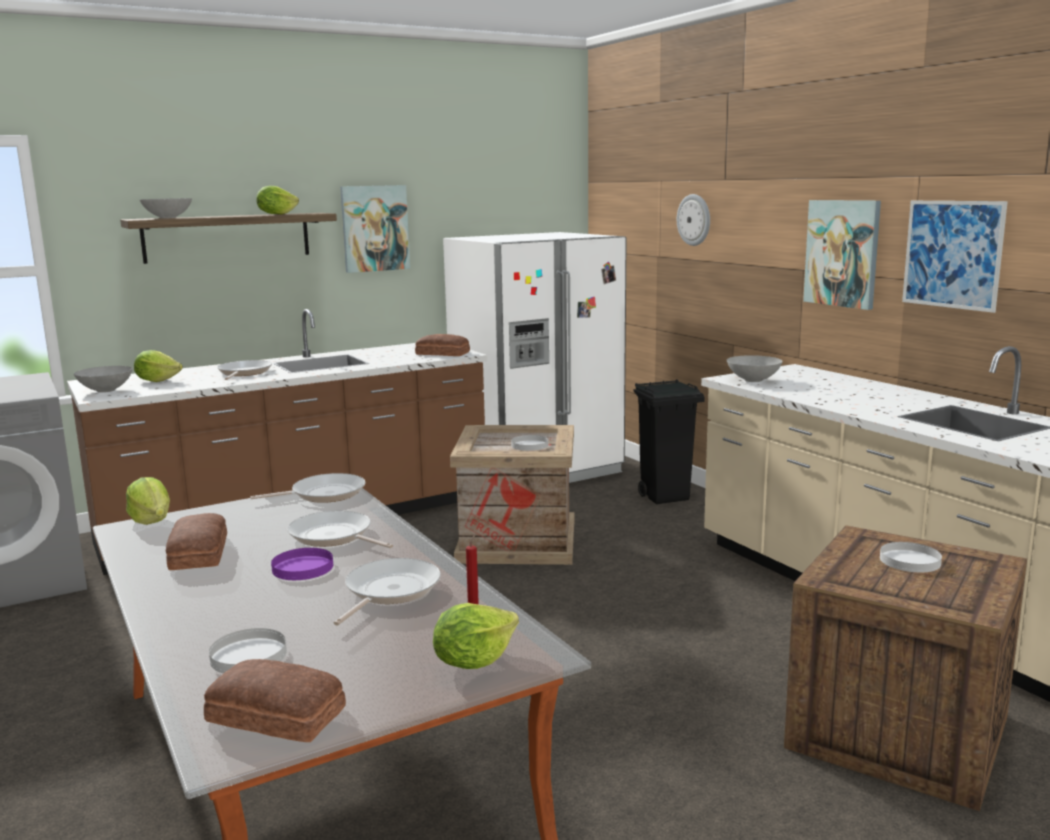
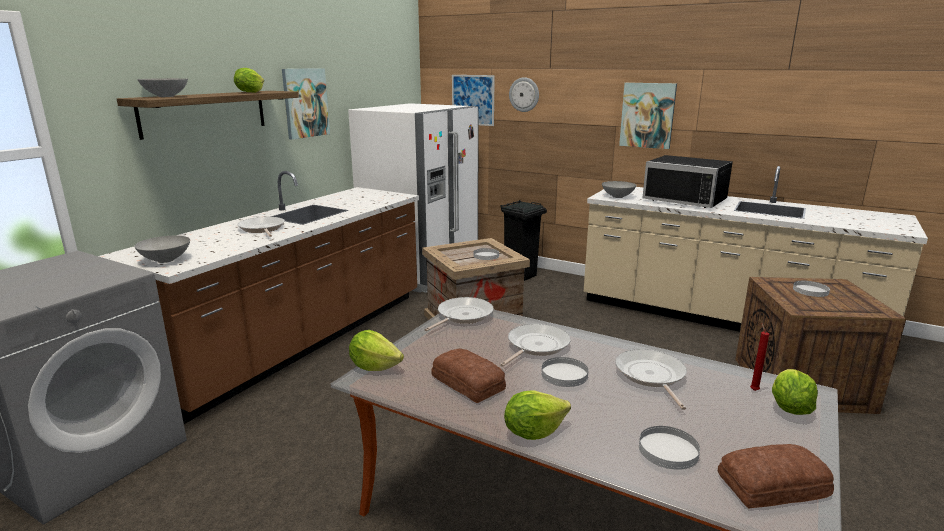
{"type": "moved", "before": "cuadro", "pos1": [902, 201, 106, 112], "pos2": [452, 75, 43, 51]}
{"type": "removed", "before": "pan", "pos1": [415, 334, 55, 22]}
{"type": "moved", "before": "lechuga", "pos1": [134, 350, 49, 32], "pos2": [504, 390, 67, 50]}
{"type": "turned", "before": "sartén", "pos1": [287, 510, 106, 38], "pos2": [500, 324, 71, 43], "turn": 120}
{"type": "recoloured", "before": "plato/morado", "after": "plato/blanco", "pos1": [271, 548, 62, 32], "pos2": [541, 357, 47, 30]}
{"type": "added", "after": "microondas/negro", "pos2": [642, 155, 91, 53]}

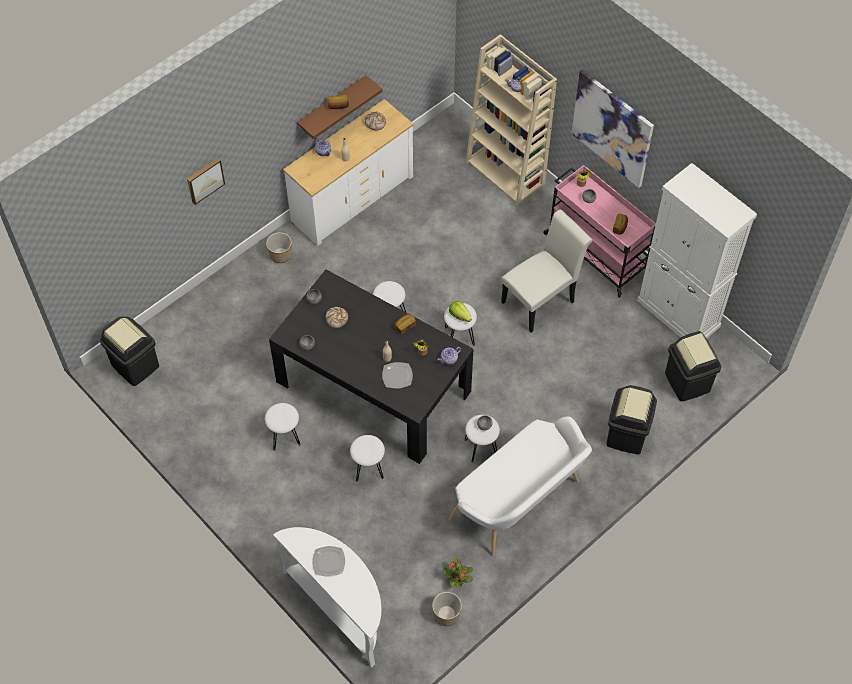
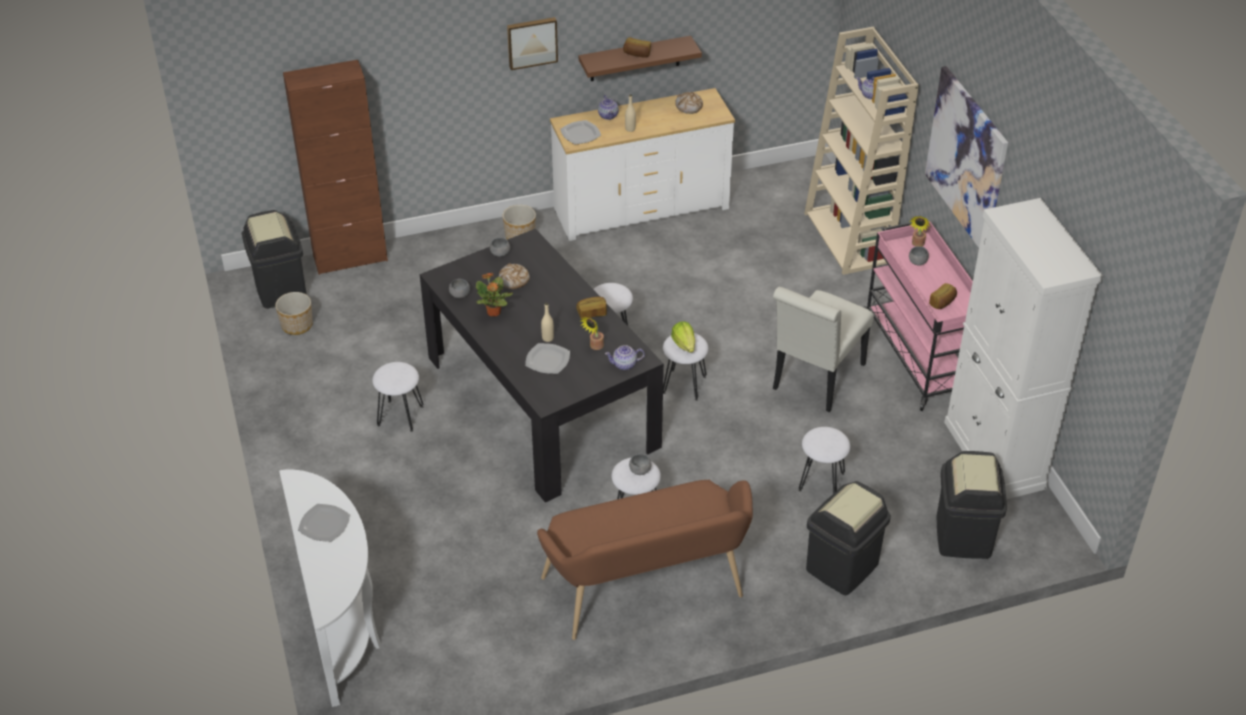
{"type": "moved", "before": "cuadro", "pos1": [187, 158, 38, 47], "pos2": [507, 17, 51, 53]}
{"type": "turned", "before": "silla/blanco", "pos1": [501, 210, 92, 122], "pos2": [773, 287, 101, 125], "turn": 135}
{"type": "recoloured", "before": "banco/blanco", "after": "banco/marrón", "pos1": [448, 416, 144, 140], "pos2": [537, 480, 216, 160]}
{"type": "moved", "before": "taburete/blanco", "pos1": [350, 435, 35, 47], "pos2": [798, 427, 52, 67]}
{"type": "moved", "before": "planta en maceta", "pos1": [443, 558, 30, 30], "pos2": [476, 273, 37, 43]}
{"type": "moved", "before": "maceta", "pos1": [432, 592, 30, 34], "pos2": [275, 292, 38, 43]}
{"type": "added", "after": "armario/marrón", "pos2": [283, 60, 105, 215]}
{"type": "added", "after": "plato", "pos2": [560, 120, 41, 25]}

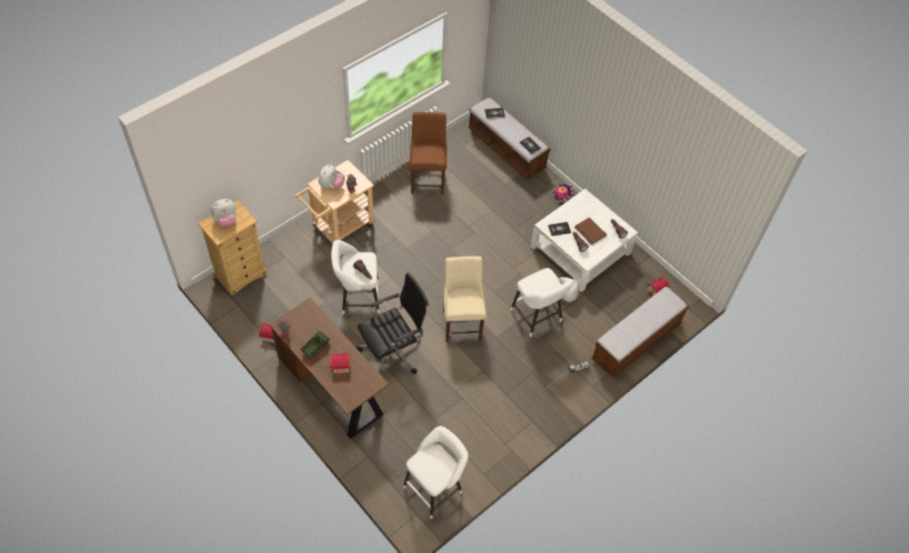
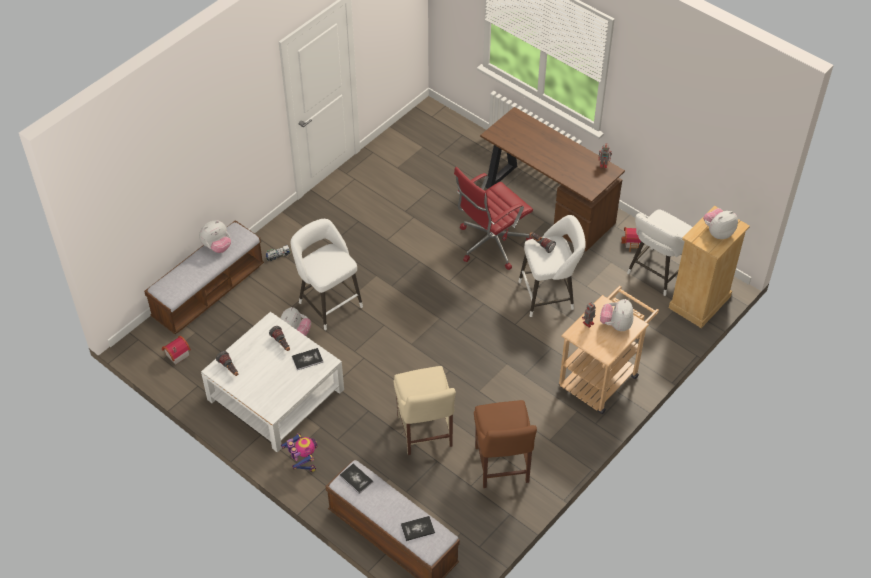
{"type": "removed", "before": "libro/marrón", "pos1": [575, 217, 32, 28]}
{"type": "moved", "before": "silla/beis", "pos1": [443, 256, 43, 86], "pos2": [394, 366, 62, 89]}
{"type": "recoloured", "before": "silla de oficina/negro", "after": "silla de oficina/rojo", "pos1": [357, 273, 72, 101], "pos2": [454, 167, 79, 103]}
{"type": "removed", "before": "camión de juguete", "pos1": [301, 331, 29, 27]}
{"type": "removed", "before": "casita", "pos1": [329, 351, 22, 26]}
{"type": "moved", "before": "taburete/blanco", "pos1": [403, 426, 65, 93], "pos2": [627, 210, 66, 86]}
{"type": "added", "after": "peluche", "pos2": [199, 220, 32, 33]}

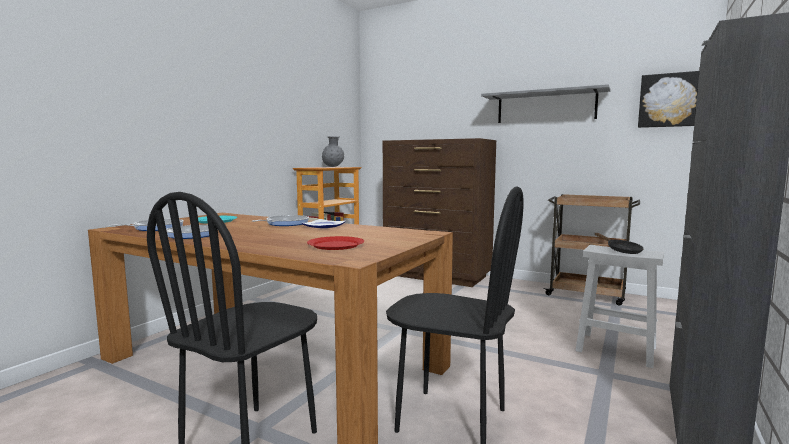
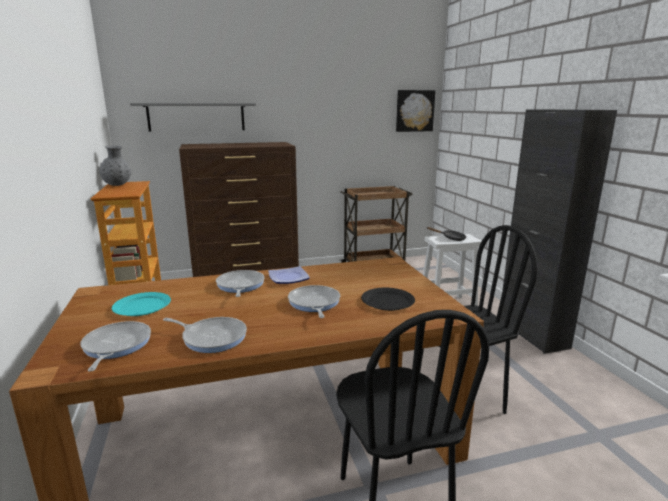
{"type": "moved", "before": "estante/gris", "pos1": [481, 84, 130, 39], "pos2": [130, 103, 126, 29]}
{"type": "recoloured", "before": "plato/rojo", "after": "plato/negro", "pos1": [307, 236, 57, 14], "pos2": [361, 288, 54, 23]}
{"type": "added", "after": "sartén", "pos2": [288, 285, 52, 33]}

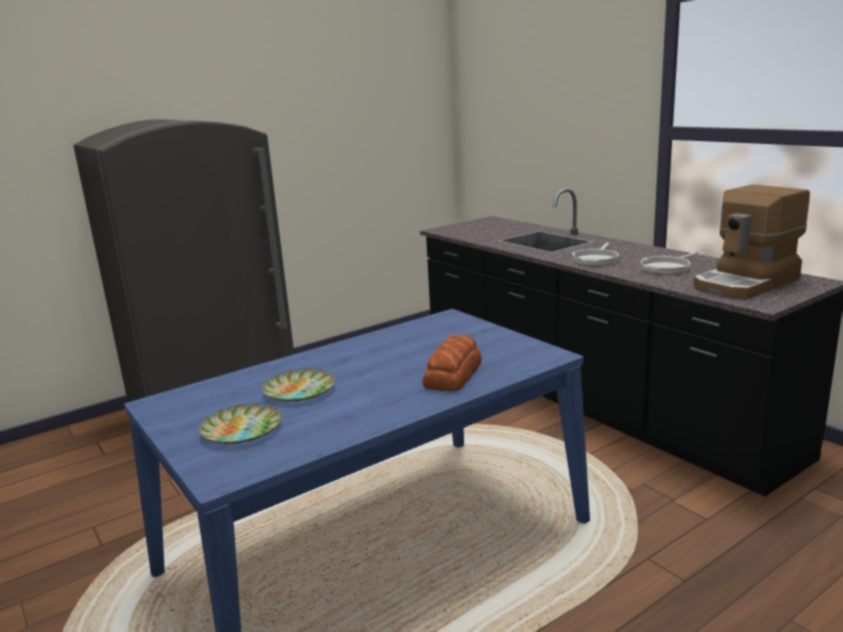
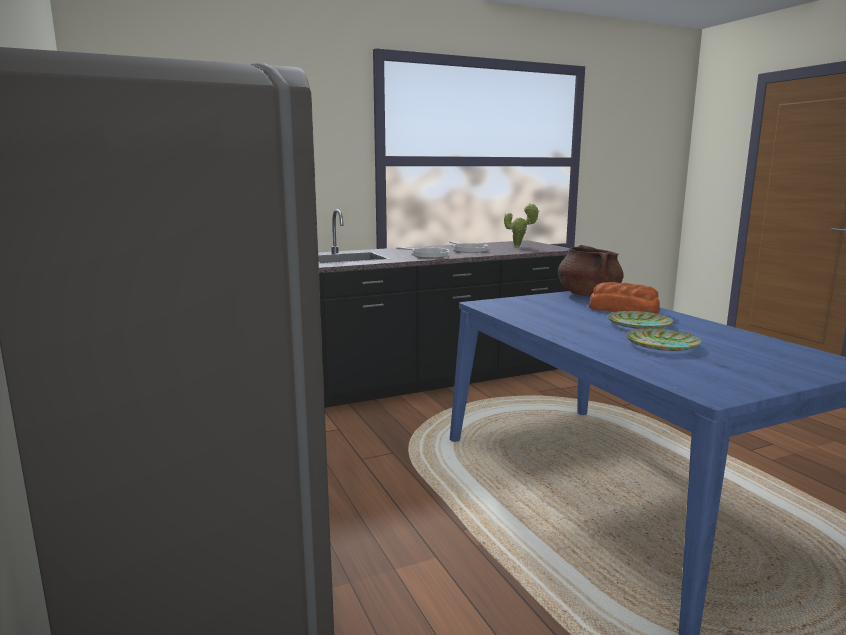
{"type": "replaced", "before": "cafetera", "after": "planta en maceta", "pos1": [693, 185, 117, 114], "pos2": [504, 203, 36, 44]}
{"type": "moved", "before": "plato", "pos1": [199, 404, 82, 40], "pos2": [608, 311, 65, 18]}
{"type": "added", "after": "olla/marrón", "pos2": [558, 245, 66, 51]}

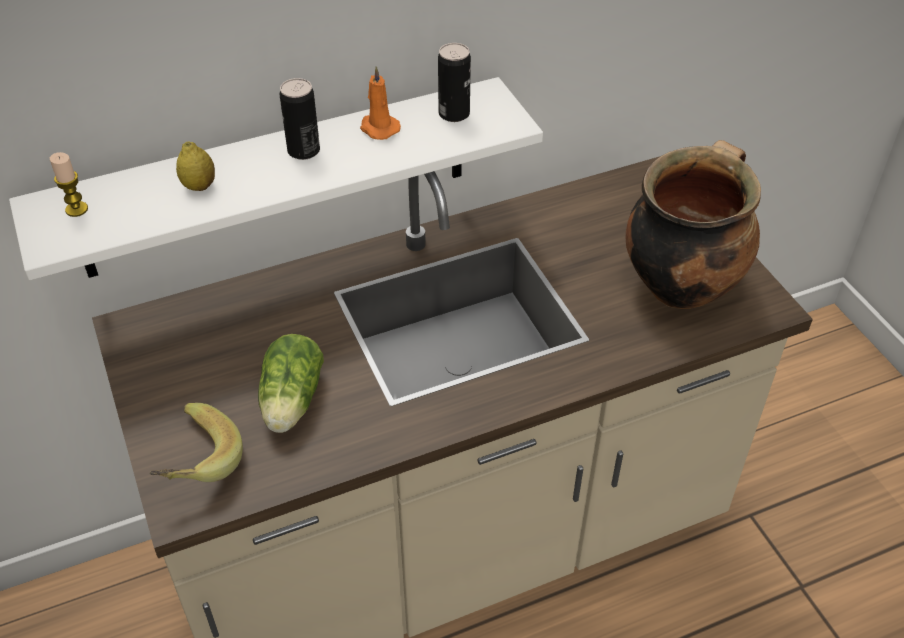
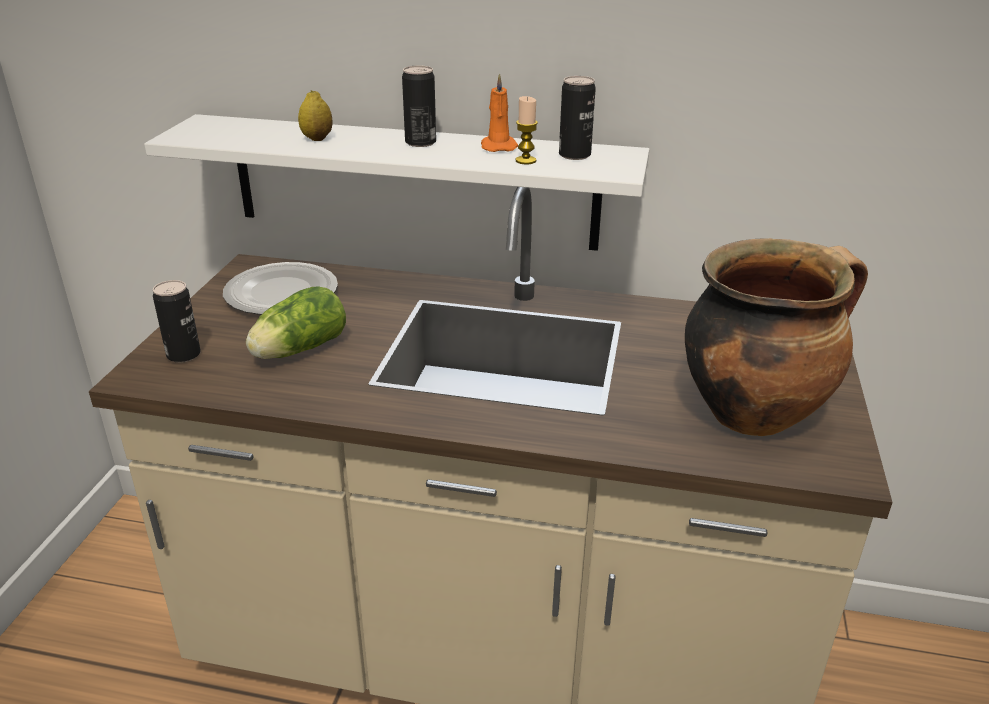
{"type": "moved", "before": "vela", "pos1": [50, 152, 38, 65], "pos2": [516, 96, 22, 68]}
{"type": "replaced", "before": "plátano", "after": "lata", "pos1": [150, 403, 93, 79], "pos2": [153, 280, 48, 83]}
{"type": "added", "after": "plato", "pos2": [223, 262, 115, 53]}

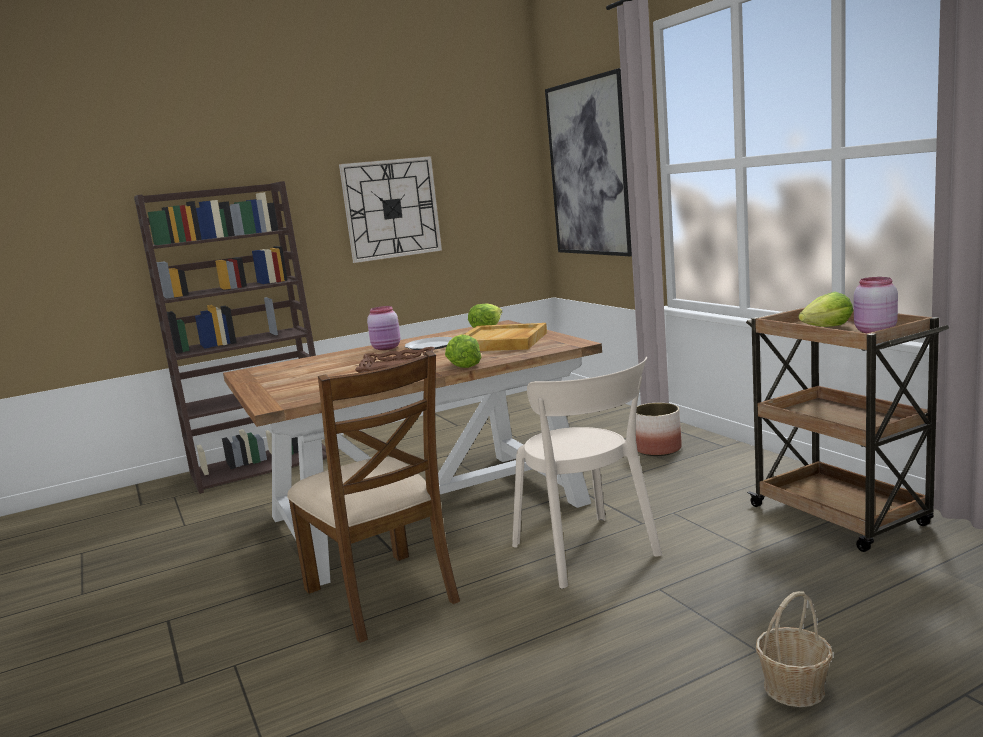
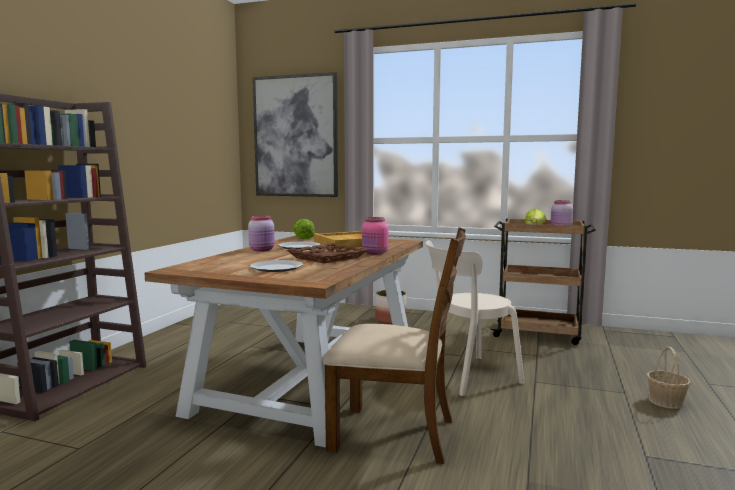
{"type": "removed", "before": "reloj de pared", "pos1": [339, 156, 103, 107]}
{"type": "replaced", "before": "lechuga", "after": "tarro/rosa", "pos1": [445, 334, 36, 34], "pos2": [362, 217, 27, 38]}
{"type": "turned", "before": "silla/beis", "pos1": [512, 357, 150, 232], "pos2": [426, 240, 99, 156], "turn": 135}
{"type": "added", "after": "plato", "pos2": [250, 260, 53, 12]}

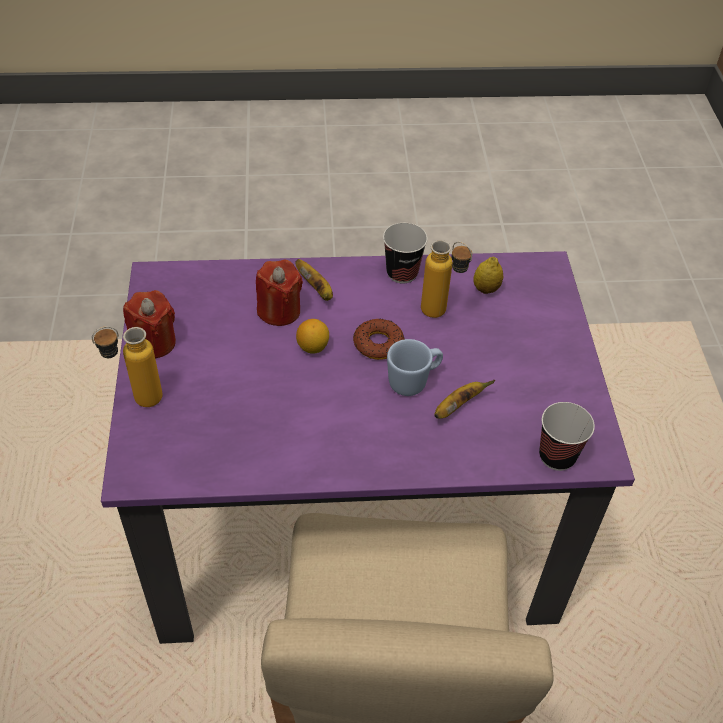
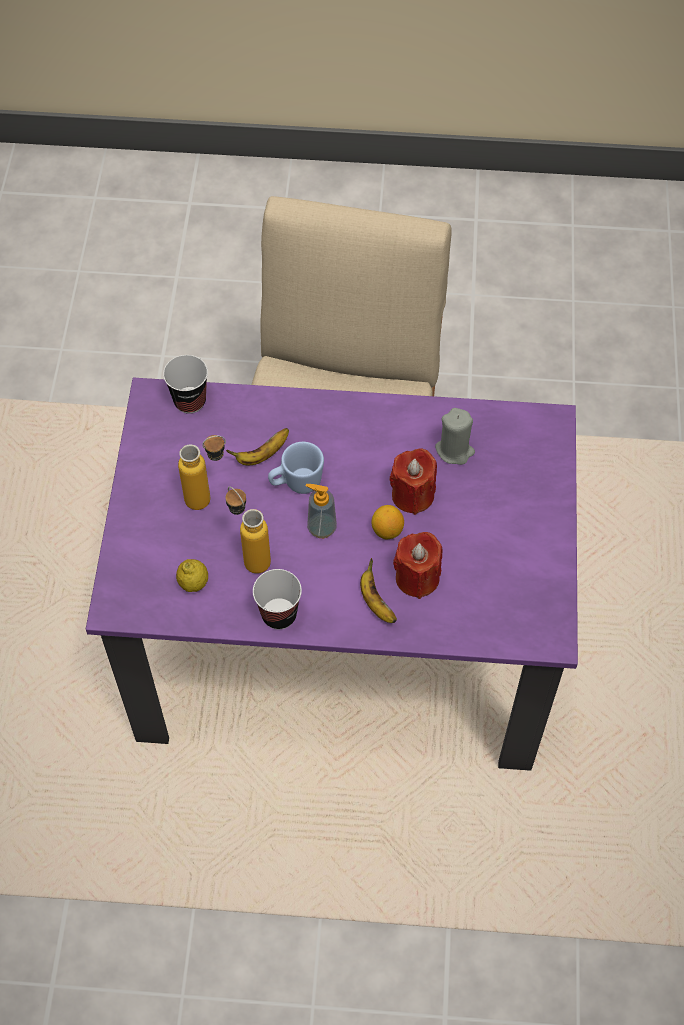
{"type": "moved", "before": "vela/rojo", "pos1": [123, 290, 53, 69], "pos2": [390, 448, 47, 67]}
{"type": "replaced", "before": "rosquilla", "after": "dispensador de jabón", "pos1": [353, 318, 52, 42], "pos2": [306, 484, 31, 54]}
{"type": "moved", "before": "botella", "pos1": [92, 326, 71, 81], "pos2": [178, 435, 48, 75]}
{"type": "added", "after": "vela/gris", "pos2": [435, 408, 40, 57]}

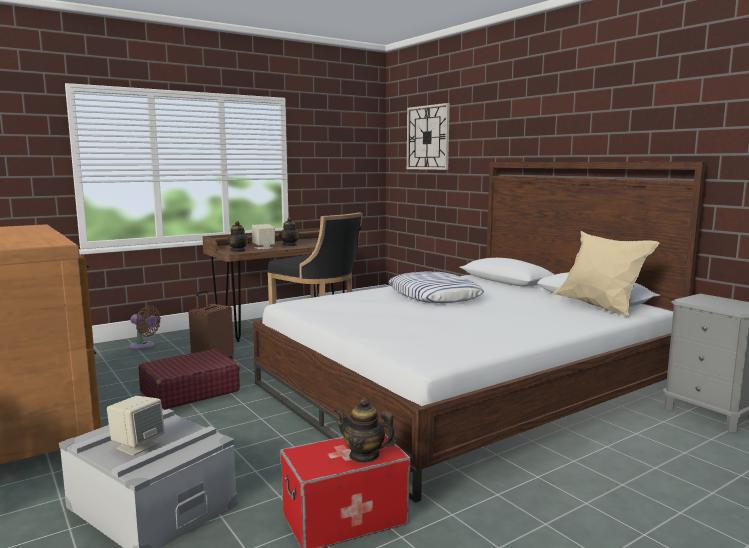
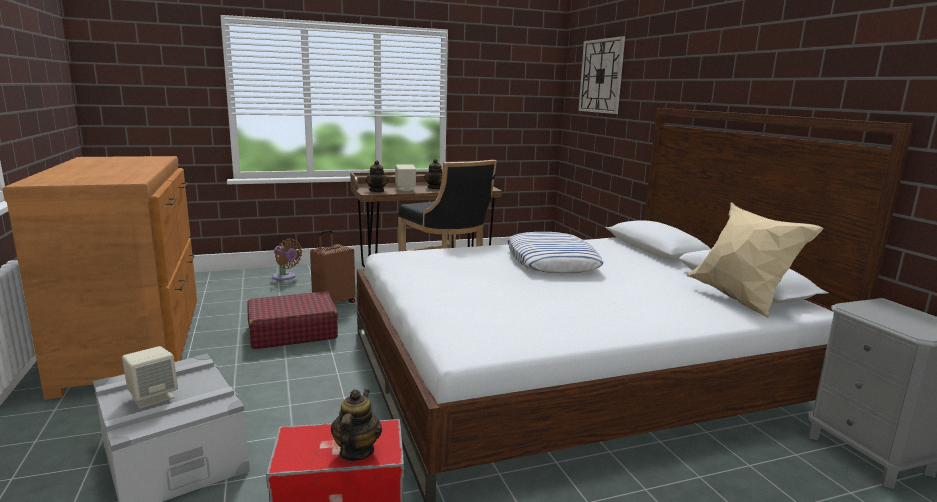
{"type": "turned", "before": "tetera", "pos1": [335, 398, 62, 65], "pos2": [331, 389, 51, 72], "turn": 60}

